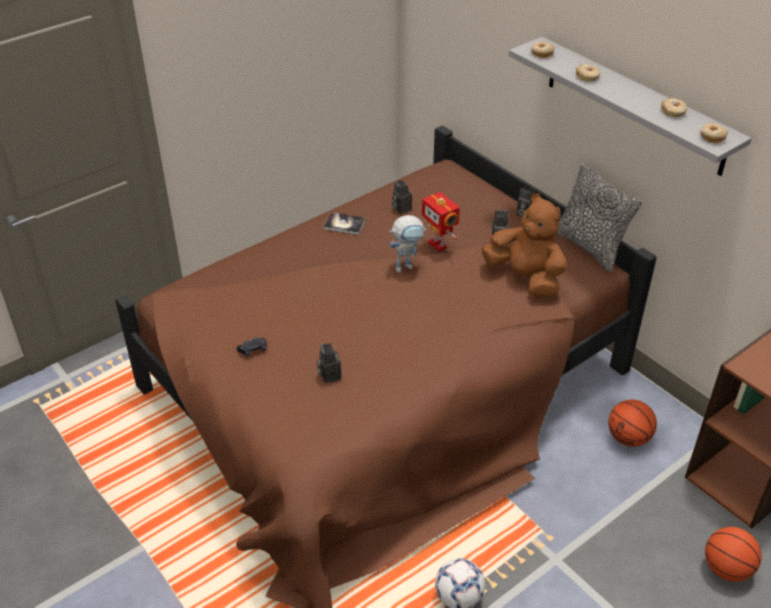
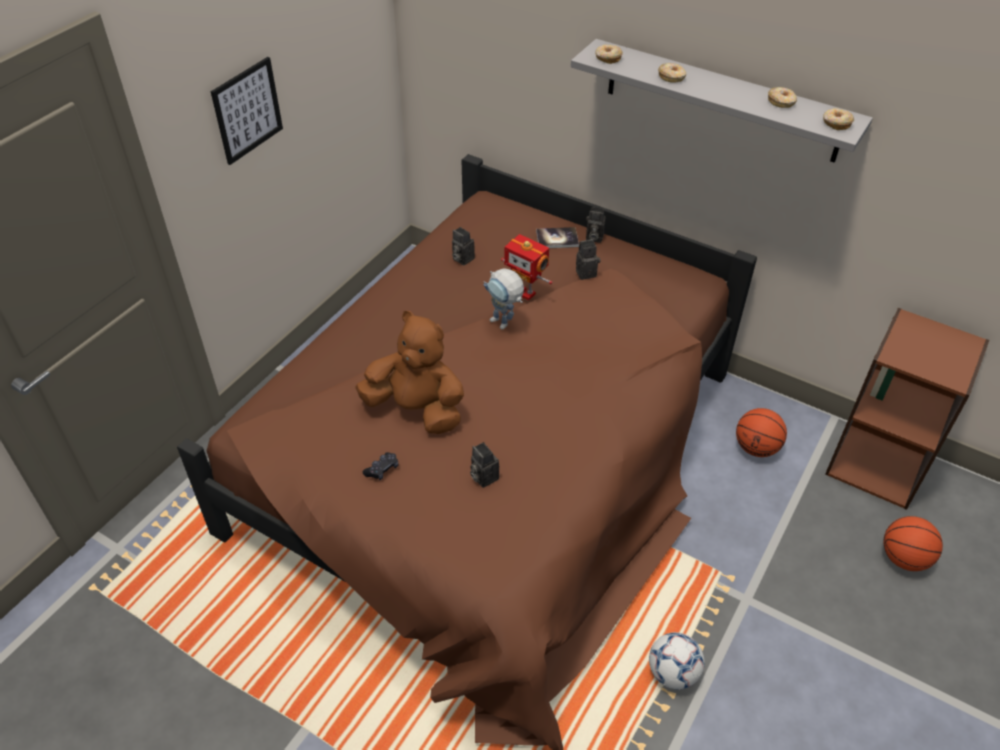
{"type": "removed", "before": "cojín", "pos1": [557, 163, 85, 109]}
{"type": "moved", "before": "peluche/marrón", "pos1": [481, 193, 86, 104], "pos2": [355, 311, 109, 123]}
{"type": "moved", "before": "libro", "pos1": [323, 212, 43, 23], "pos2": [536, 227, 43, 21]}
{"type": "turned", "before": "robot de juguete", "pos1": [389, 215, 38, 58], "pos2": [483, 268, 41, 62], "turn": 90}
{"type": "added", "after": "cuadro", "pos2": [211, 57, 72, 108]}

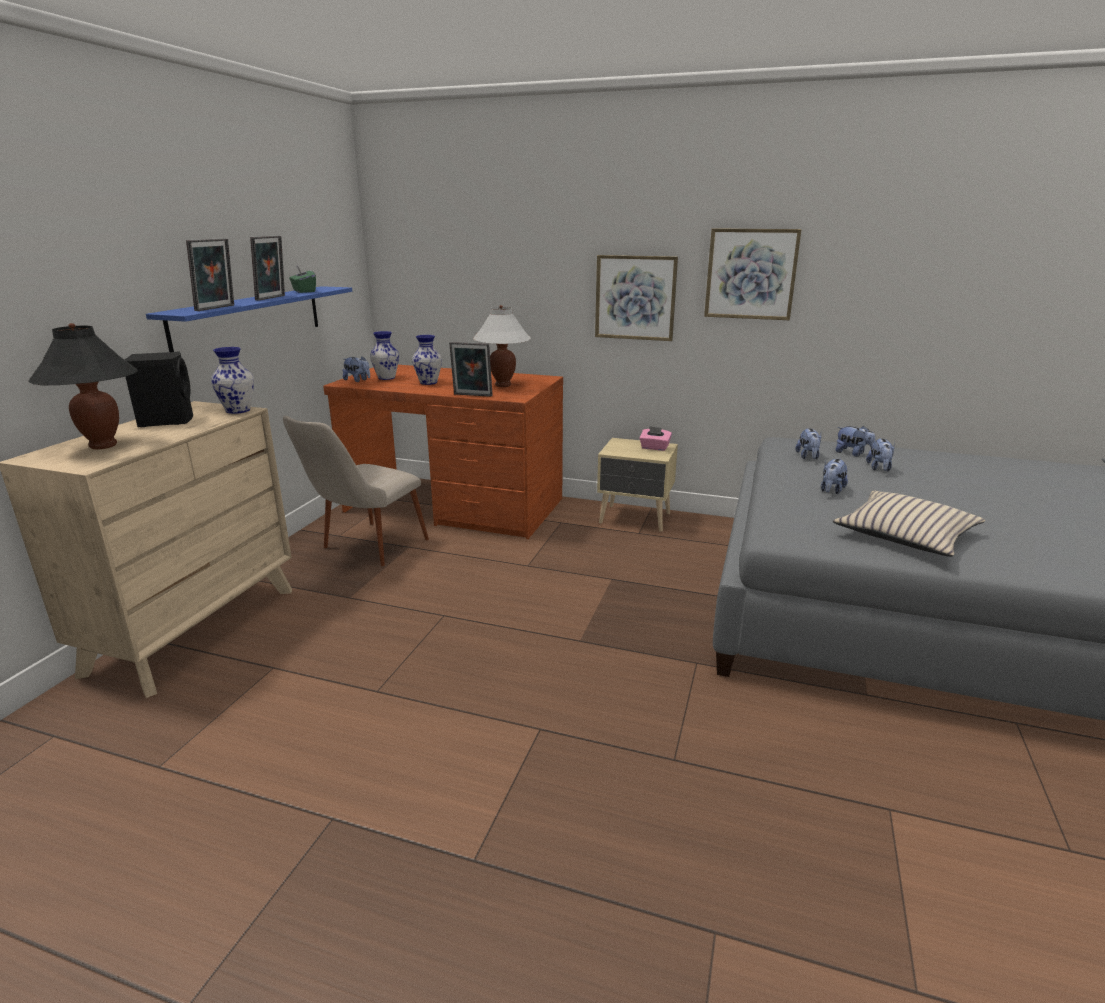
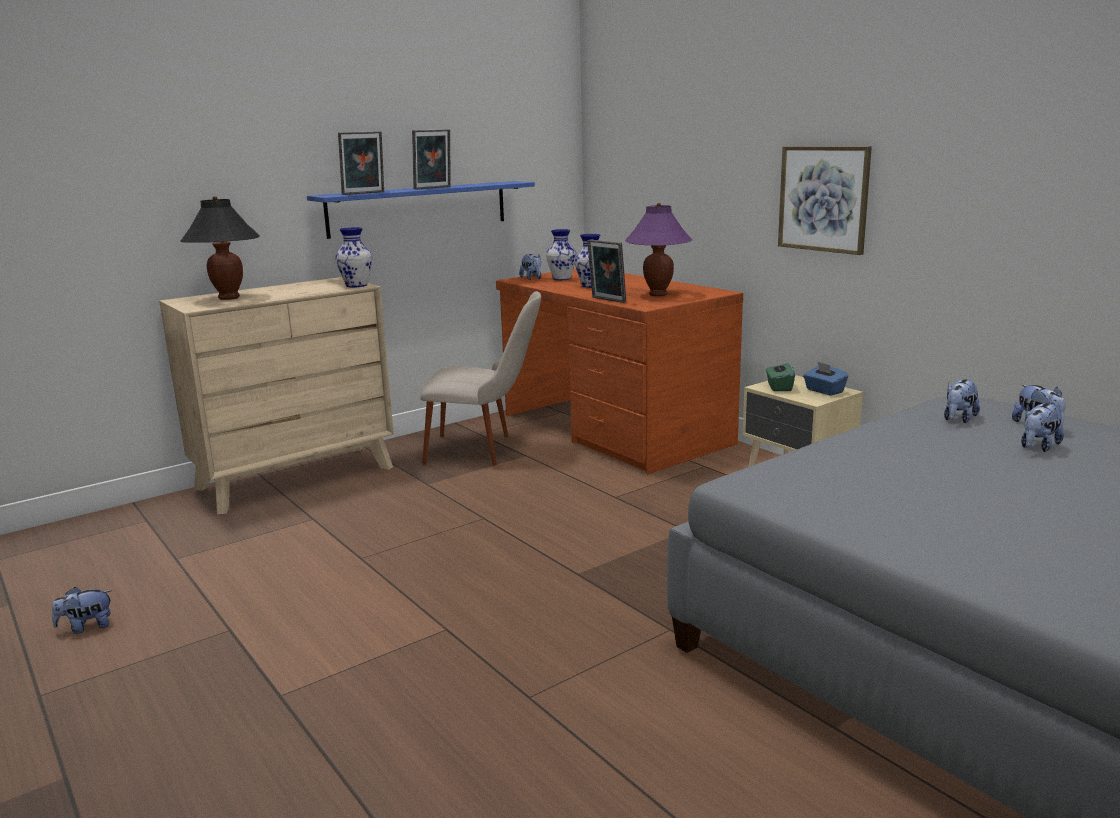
{"type": "removed", "before": "cuadro", "pos1": [704, 228, 97, 92]}
{"type": "moved", "before": "caja de pañuelos/verde", "pos1": [289, 265, 27, 28], "pos2": [766, 361, 29, 30]}
{"type": "recoloured", "before": "lámpara de mesa/blanco", "after": "lámpara de mesa/morado", "pos1": [473, 305, 58, 82], "pos2": [625, 203, 68, 93]}
{"type": "removed", "before": "altavoz/negro", "pos1": [125, 351, 68, 76]}
{"type": "turned", "before": "silla/beis", "pos1": [283, 416, 146, 150], "pos2": [420, 291, 121, 175], "turn": -150}
{"type": "recoloured", "before": "caja de pañuelos/rosa", "after": "caja de pañuelos/azul", "pos1": [639, 426, 33, 25], "pos2": [803, 361, 46, 35]}
{"type": "moved", "before": "peluche", "pos1": [821, 459, 27, 35], "pos2": [52, 587, 59, 47]}
{"type": "removed", "before": "cojín/beis", "pos1": [833, 491, 152, 66]}

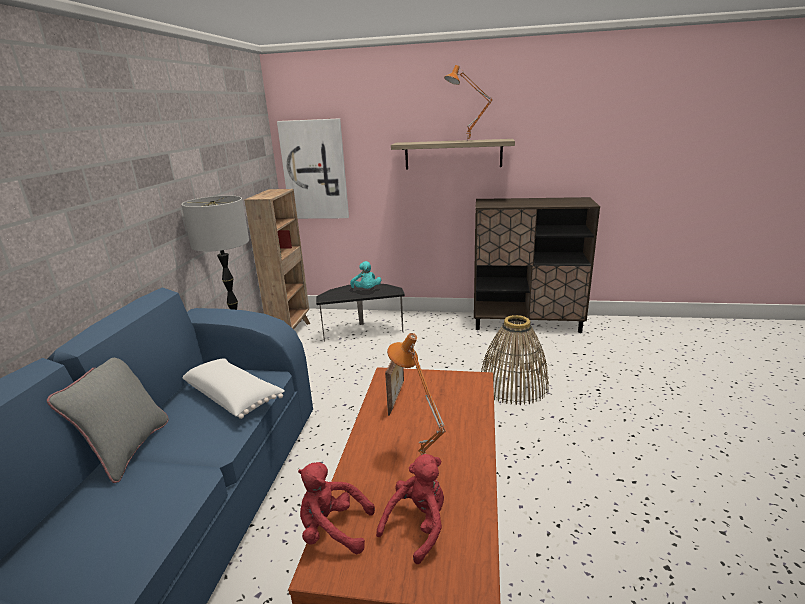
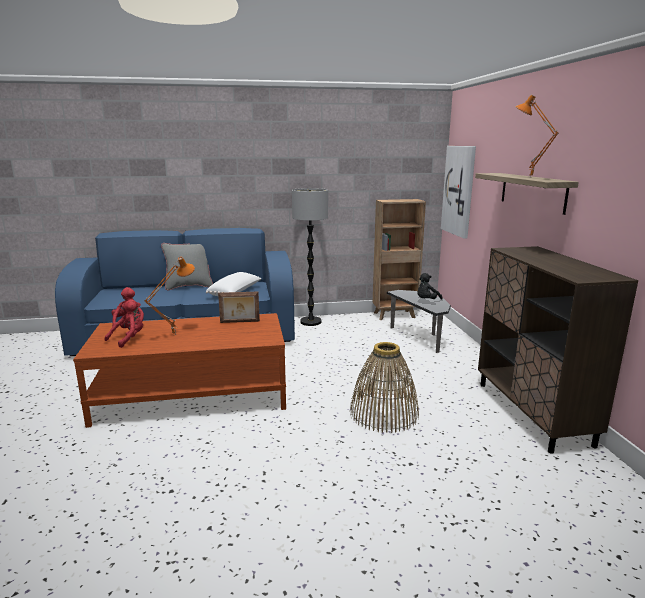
{"type": "recoloured", "before": "peluche/turquesa", "after": "peluche/negro", "pos1": [350, 261, 31, 28], "pos2": [417, 273, 26, 27]}
{"type": "turned", "before": "peluche/rojo", "pos1": [376, 454, 68, 110], "pos2": [104, 299, 39, 49], "turn": -75}

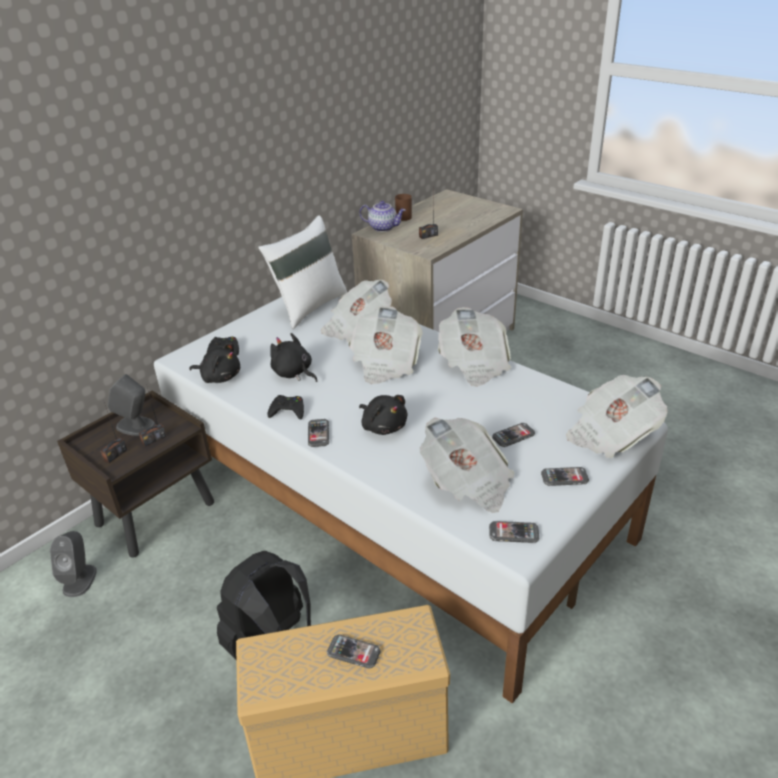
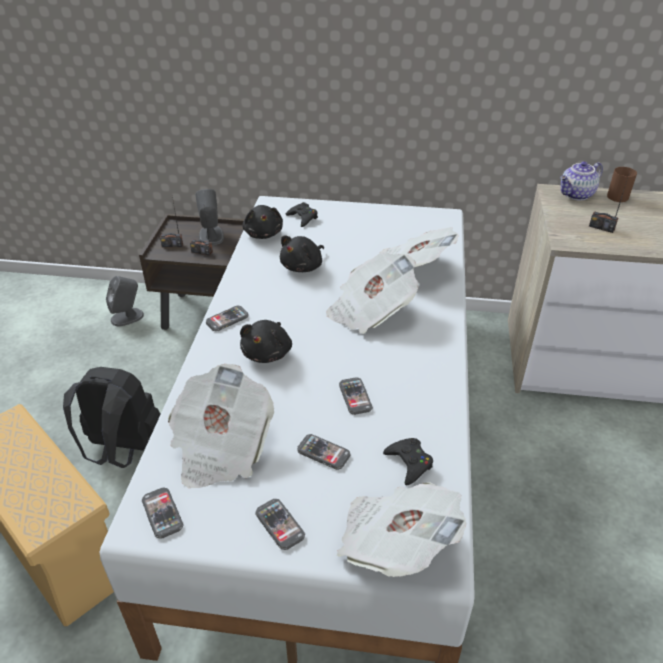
{"type": "turned", "before": "tetera", "pos1": [360, 201, 46, 31], "pos2": [560, 161, 43, 40], "turn": 75}
{"type": "removed", "before": "cojín/blanco", "pos1": [258, 215, 89, 114]}
{"type": "removed", "before": "periódico", "pos1": [438, 307, 73, 80]}
{"type": "turned", "before": "peluche/negro", "pos1": [270, 333, 47, 49], "pos2": [280, 235, 44, 37], "turn": -150}
{"type": "moved", "before": "mando de consola/negro", "pos1": [267, 395, 37, 25], "pos2": [383, 438, 50, 48]}
{"type": "moved", "before": "móvil", "pos1": [327, 634, 54, 35], "pos2": [339, 377, 34, 38]}

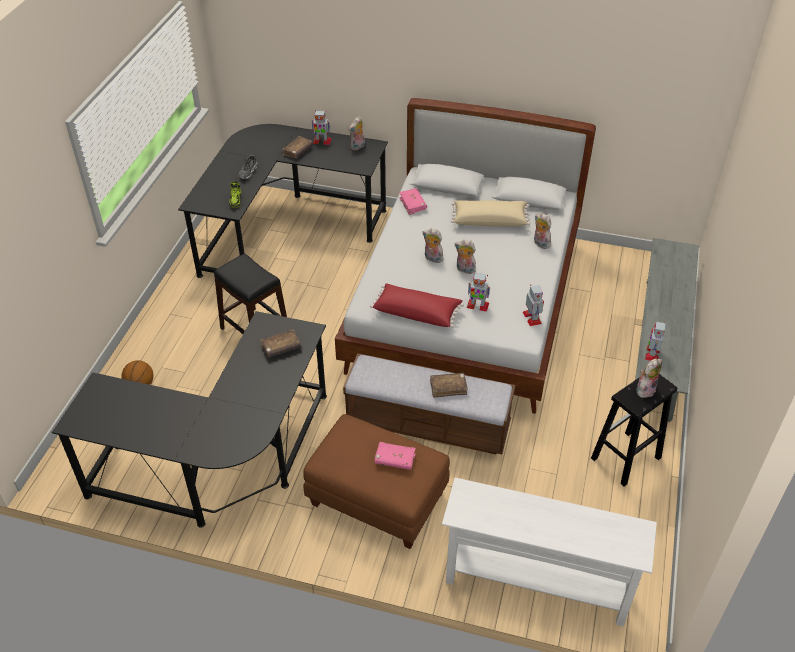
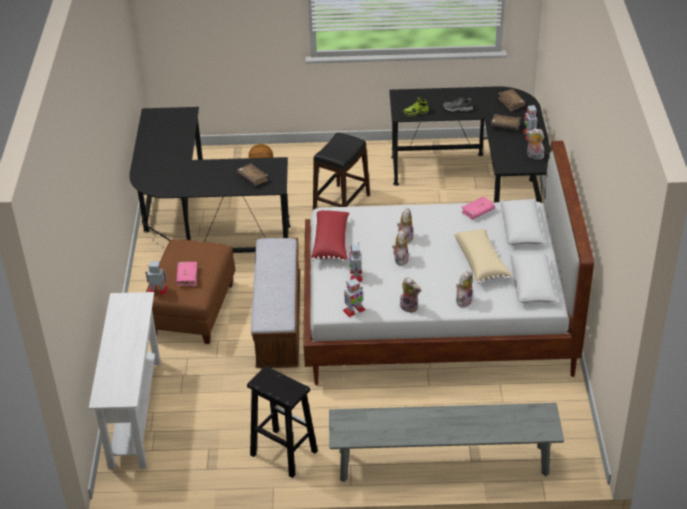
{"type": "moved", "before": "robot de juguete", "pos1": [645, 322, 21, 39], "pos2": [145, 261, 23, 34]}
{"type": "moved", "before": "peluche", "pos1": [637, 359, 25, 39], "pos2": [400, 277, 21, 36]}
{"type": "moved", "before": "libro/marrón", "pos1": [430, 373, 38, 25], "pos2": [498, 89, 28, 22]}

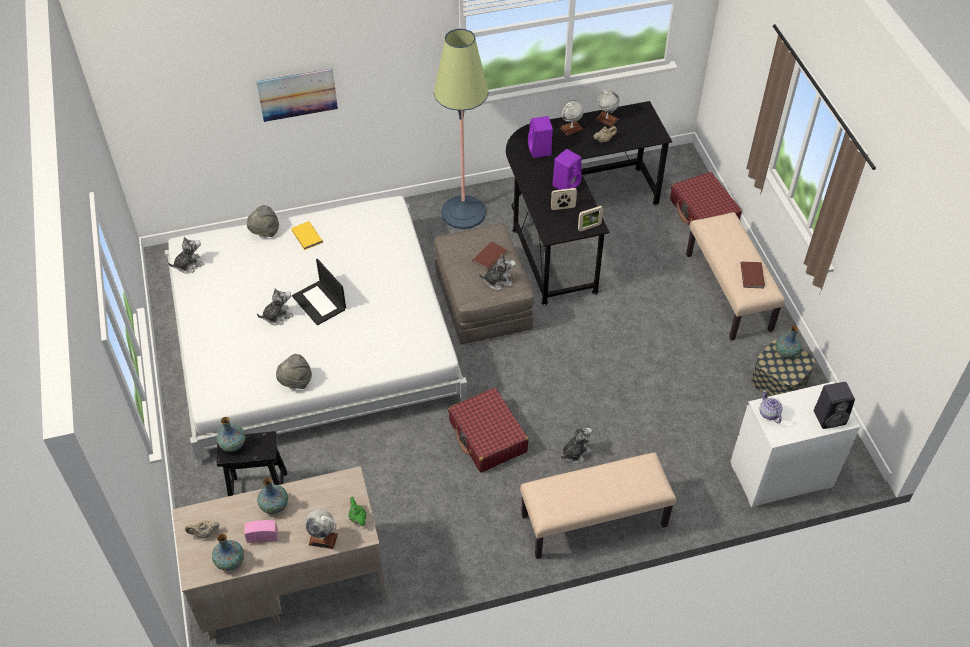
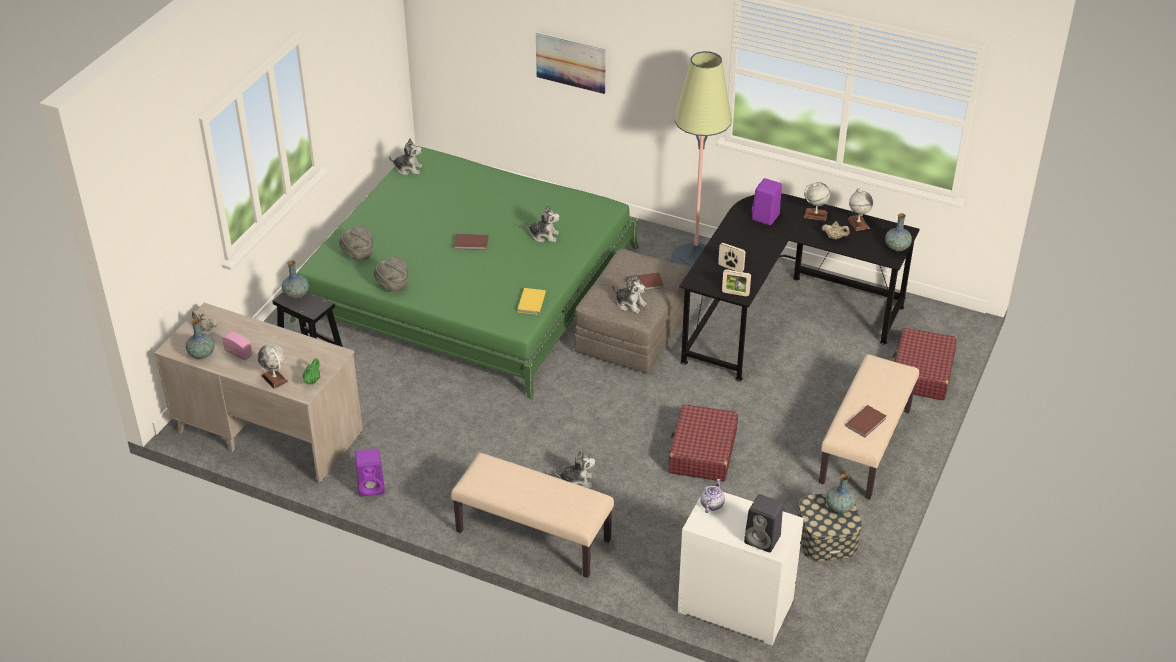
{"type": "moved", "before": "altavoz/morado", "pos1": [552, 149, 30, 41], "pos2": [355, 449, 30, 48]}
{"type": "recoloured", "before": "cama/blanco", "after": "cama/verde", "pos1": [164, 196, 304, 272], "pos2": [290, 146, 349, 253]}
{"type": "moved", "before": "sombrero/gris", "pos1": [247, 205, 32, 32], "pos2": [339, 226, 35, 35]}
{"type": "moved", "before": "libro/amarillo", "pos1": [291, 221, 32, 29], "pos2": [518, 288, 28, 27]}
{"type": "replaced", "before": "portátil", "after": "libro/marrón", "pos1": [292, 259, 54, 67], "pos2": [454, 234, 34, 16]}
{"type": "moved", "before": "peluche", "pos1": [257, 288, 37, 37], "pos2": [524, 204, 36, 39]}
{"type": "moved", "before": "maleta/rojo", "pos1": [448, 388, 81, 84], "pos2": [669, 404, 69, 78]}
{"type": "moved", "before": "florero", "pos1": [257, 478, 31, 36], "pos2": [885, 213, 27, 38]}

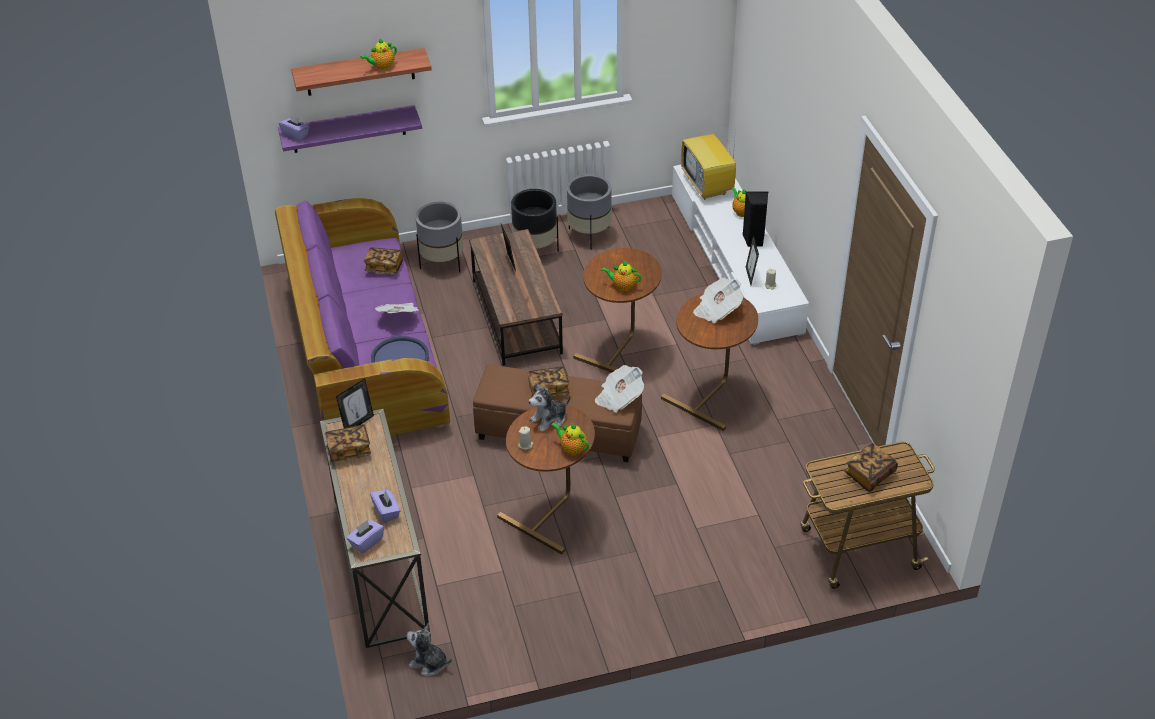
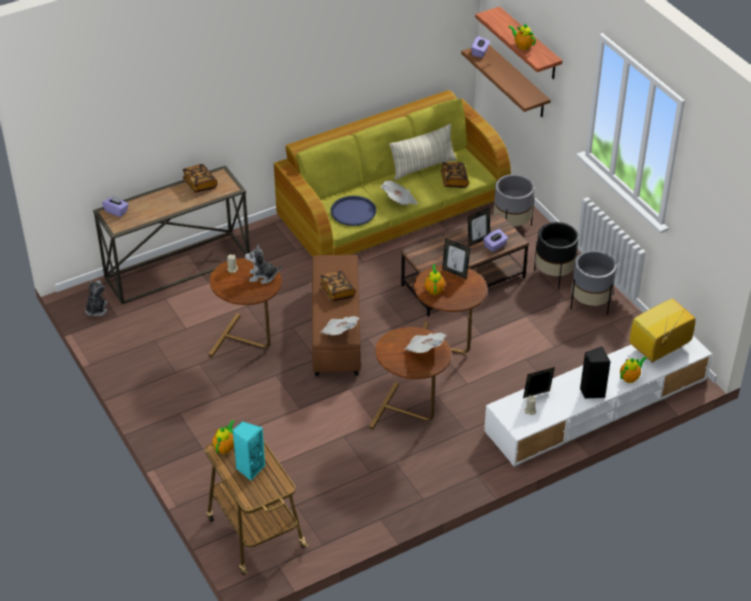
{"type": "recoloured", "before": "estante/morado", "after": "estante/marrón", "pos1": [278, 105, 144, 48], "pos2": [461, 45, 90, 72]}
{"type": "recoloured", "before": "sofá/morado", "after": "sofá/verde", "pos1": [275, 198, 175, 237], "pos2": [274, 90, 237, 167]}
{"type": "moved", "before": "portarretratos", "pos1": [336, 379, 38, 49], "pos2": [442, 238, 29, 41]}
{"type": "turned", "before": "peluche", "pos1": [529, 383, 41, 49], "pos2": [245, 244, 37, 40], "turn": -45}
{"type": "moved", "before": "tetera", "pos1": [551, 422, 38, 33], "pos2": [212, 420, 23, 34]}
{"type": "replaced", "before": "libro", "after": "altavoz/turquesa", "pos1": [844, 443, 54, 49], "pos2": [232, 421, 34, 60]}
{"type": "moved", "before": "caja de pañuelos/morado", "pos1": [370, 489, 30, 34], "pos2": [483, 229, 25, 23]}
{"type": "added", "after": "cojín", "pos2": [389, 124, 68, 56]}

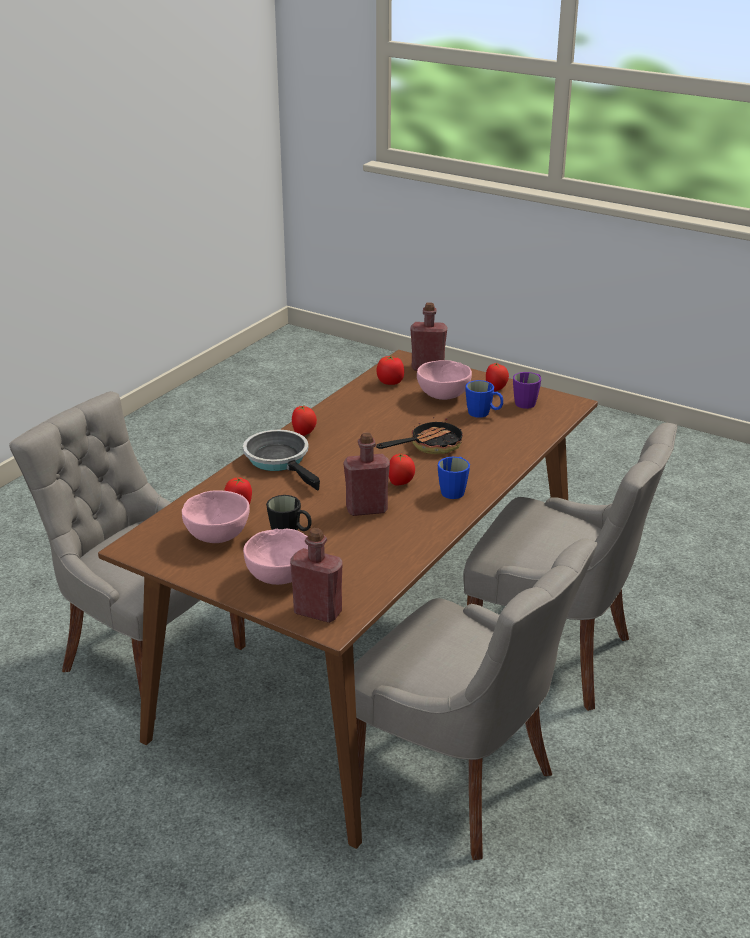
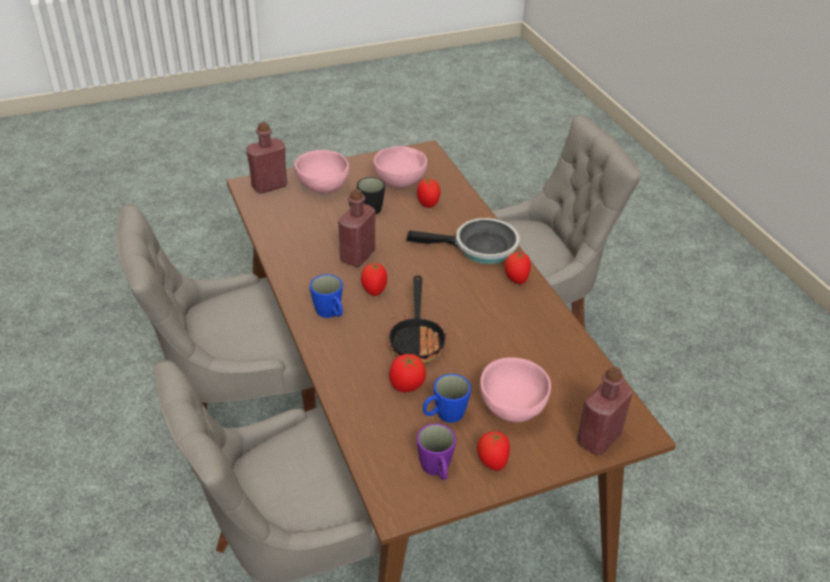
{"type": "moved", "before": "tomate", "pos1": [377, 355, 27, 30], "pos2": [389, 354, 37, 38]}

